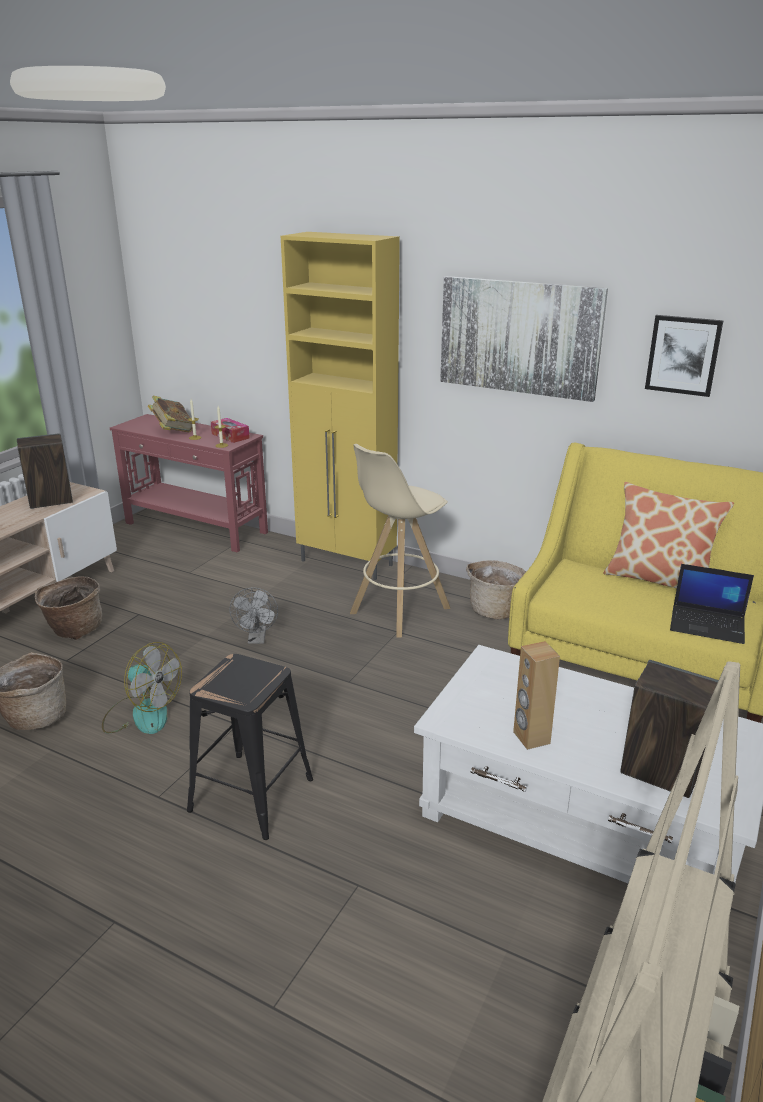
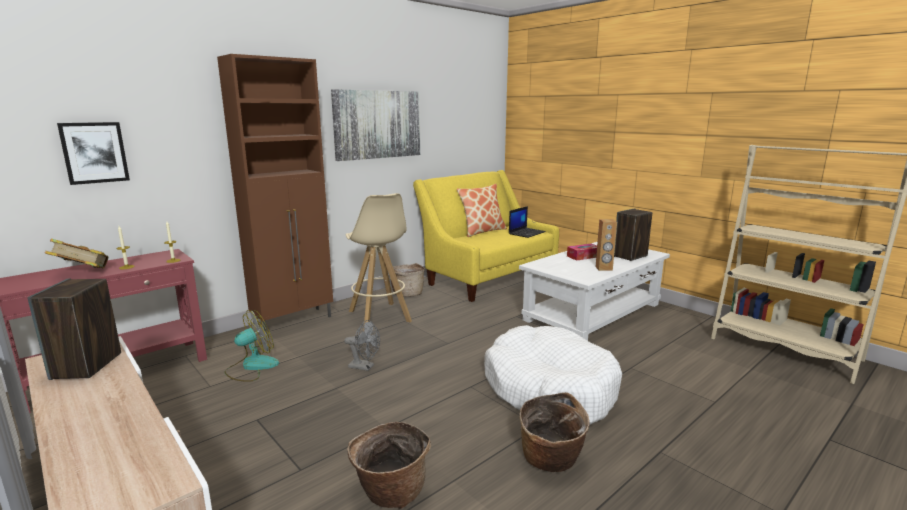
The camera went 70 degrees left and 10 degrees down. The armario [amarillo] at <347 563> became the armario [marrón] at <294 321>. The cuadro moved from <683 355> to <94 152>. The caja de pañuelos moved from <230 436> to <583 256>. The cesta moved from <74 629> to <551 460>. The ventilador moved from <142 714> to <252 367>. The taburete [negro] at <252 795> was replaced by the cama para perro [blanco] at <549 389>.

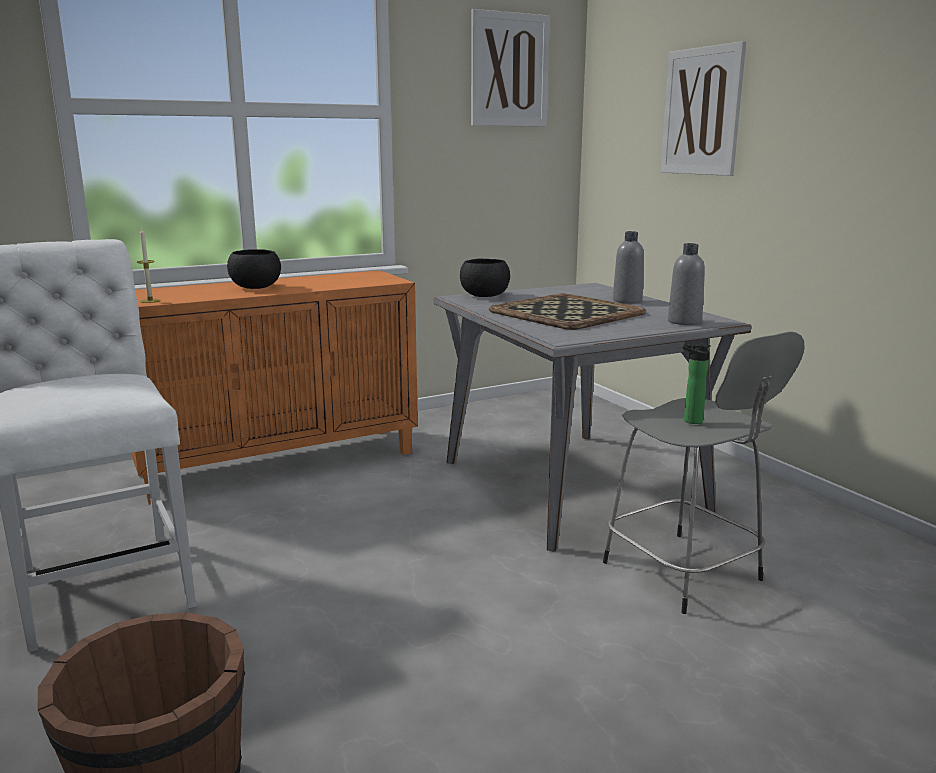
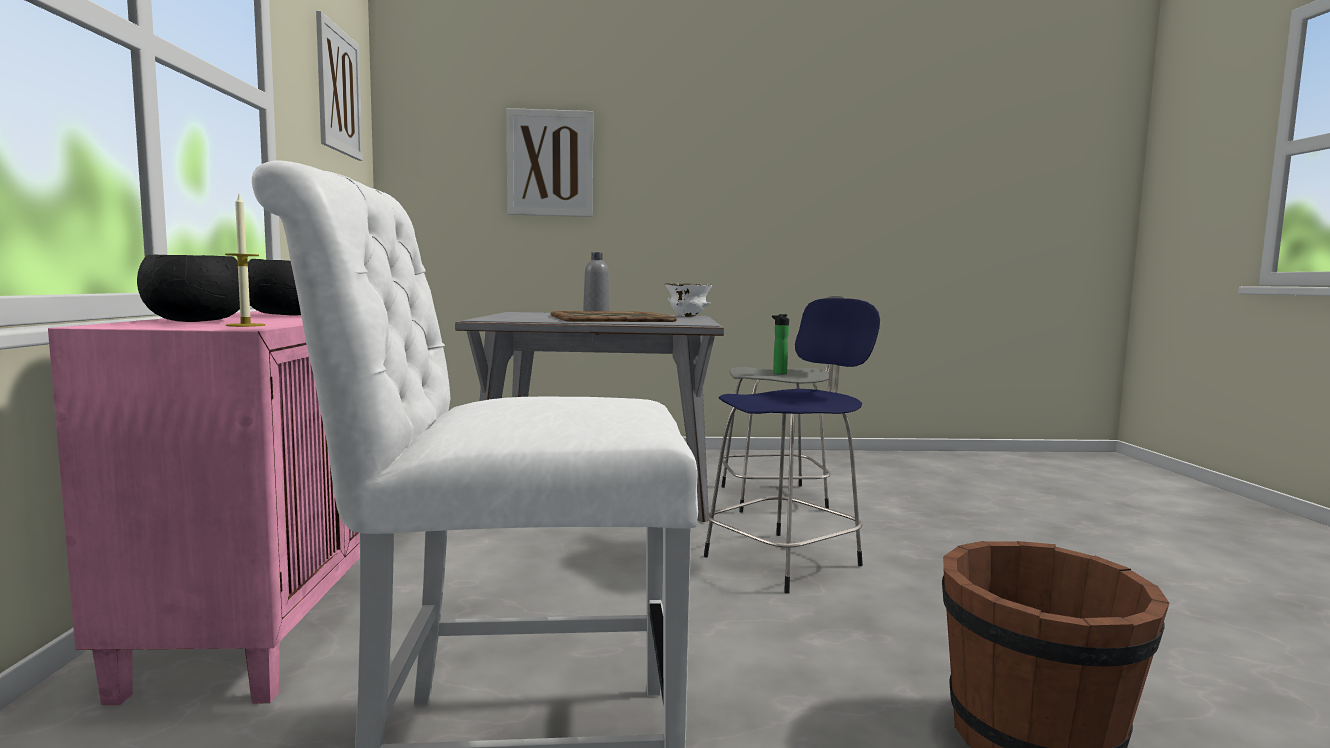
The camera went 65 degrees left and 10 degrees down. The botella [gris] at <684 322> was replaced by the cuenco [blanco] at <687 316>. The cuenco [negro] moved from <485 296> to <197 321>. The armario [naranja] at <280 462> became the armario [rosa] at <301 590>. The taburete [azul] at <786 559> appeared.

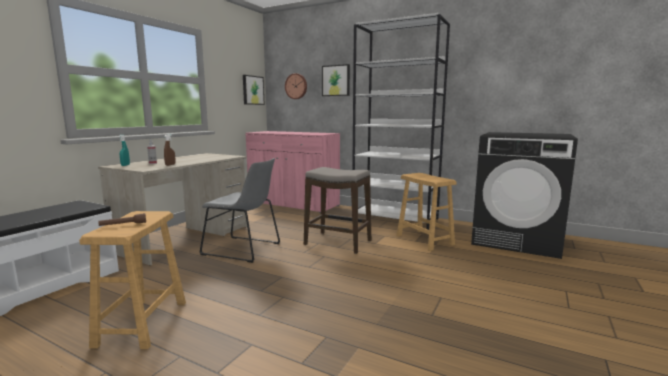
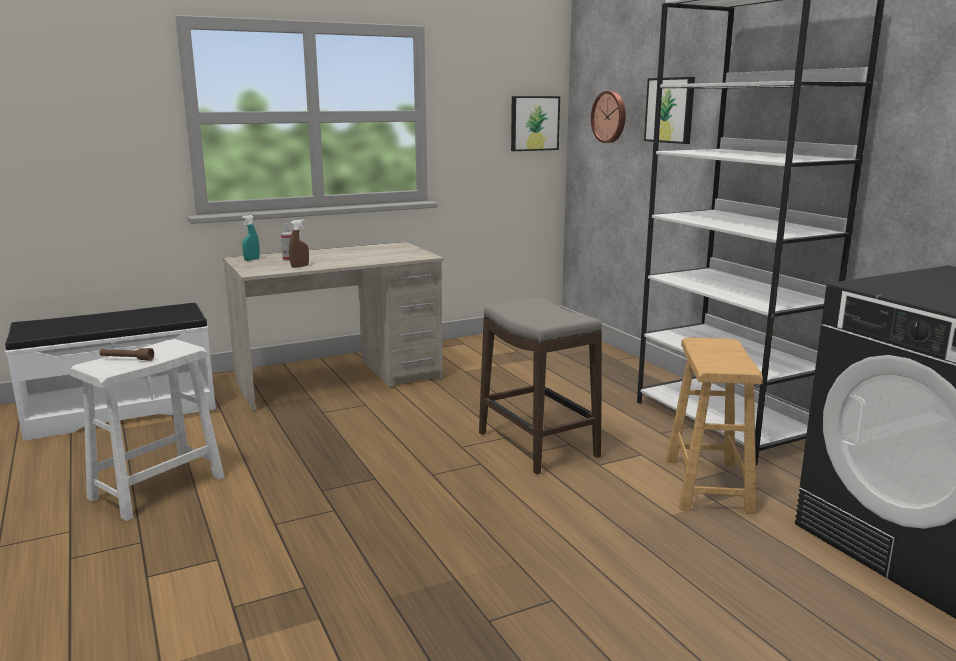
The camera went 35 degrees right and 5 degrees up. The armario [rosa] at <293 204> disappeared. The silla [gris] at <244 249> disappeared. The taburete [marrón] at <142 323> became the taburete [blanco] at <157 488>.

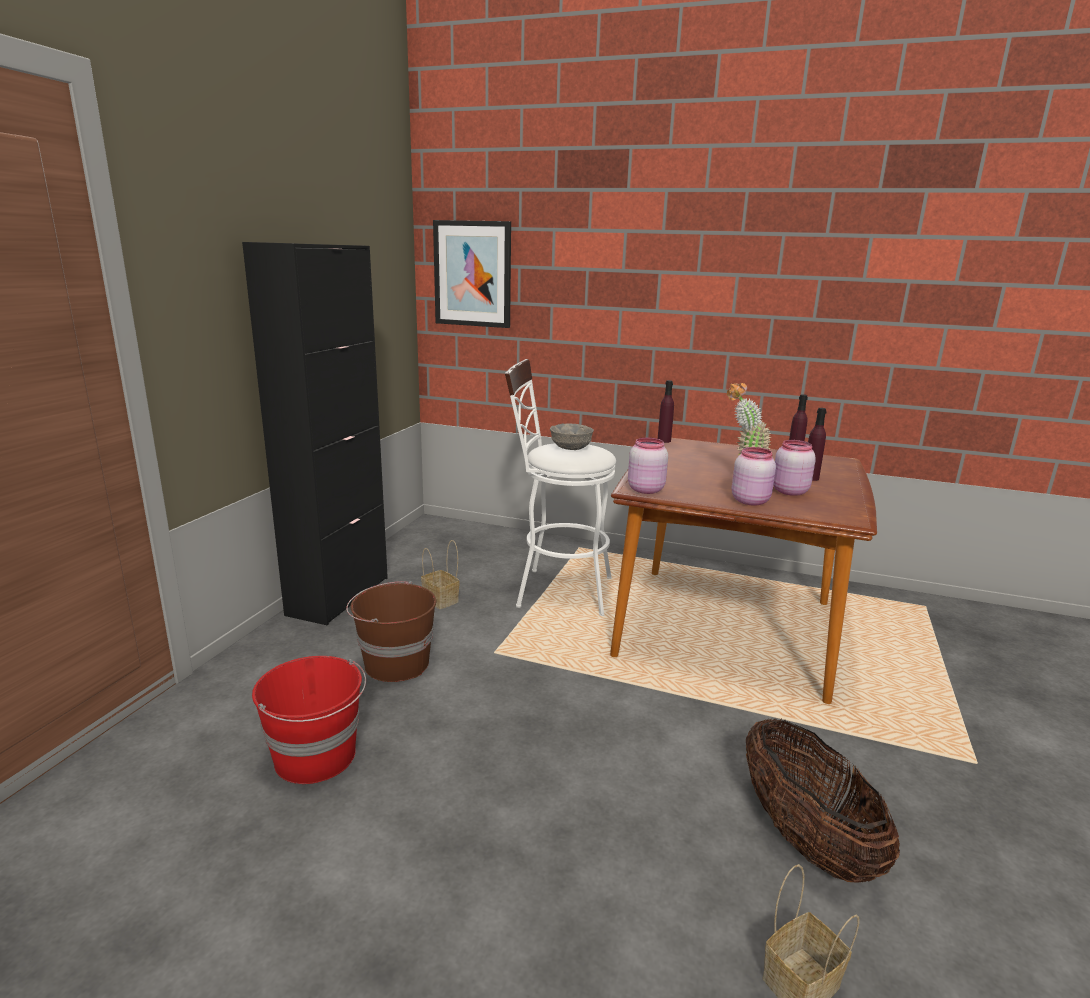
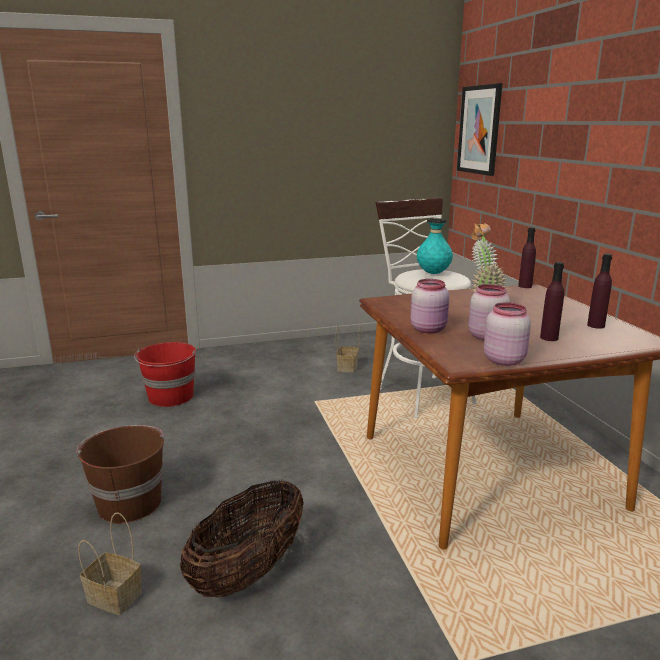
The camera went 55 degrees right and 0 degrees up. The armario [negro] at <339 596> disappeared. The cuenco [gris] at <570 448> was replaced by the florero [turquesa] at <433 273>. The tarro [rosa] moved from <644 489> to <503 360>. The cubo [marrón] moved from <395 663> to <129 502>.

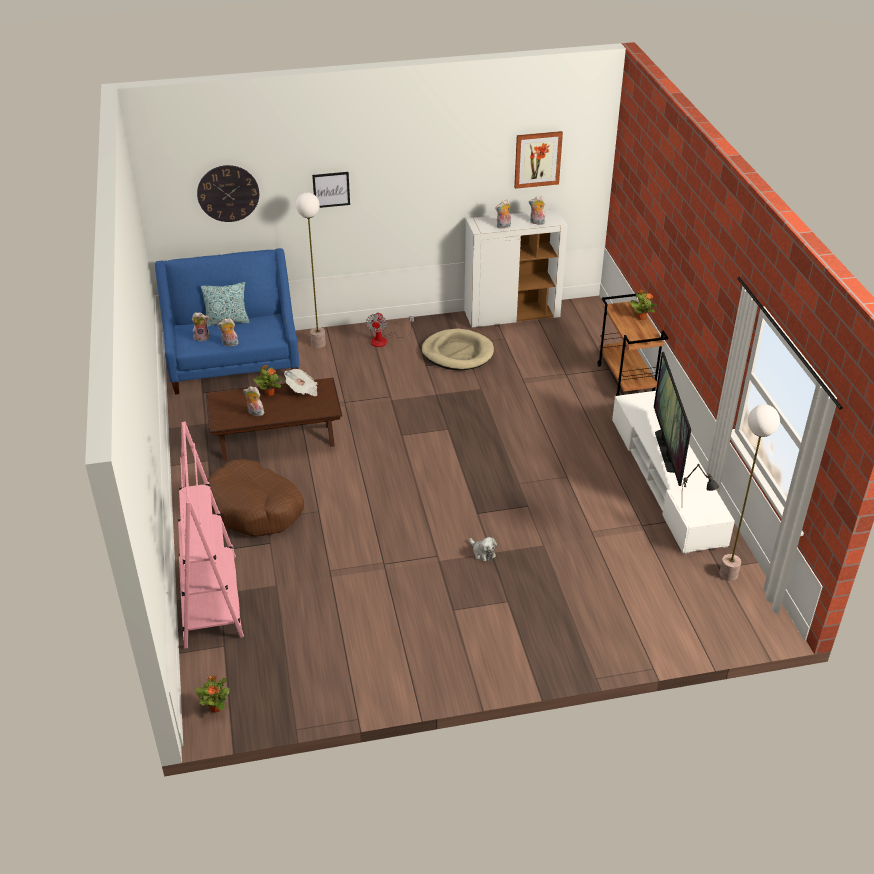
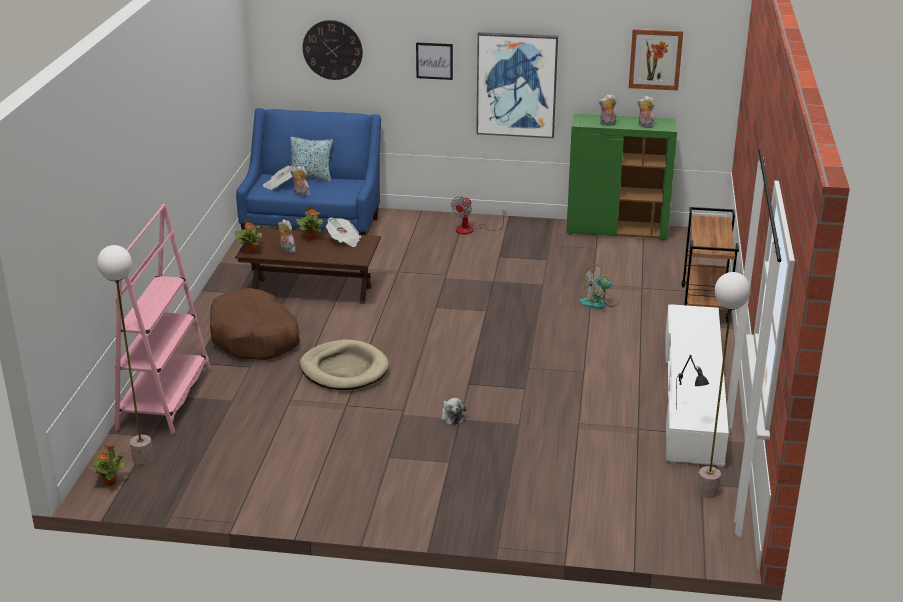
The camera went 20 degrees right and 10 degrees down. The lámpara de pie moved from <318 344> to <142 458>. The armario [blanco] at <512 315> became the armario [verde] at <617 230>. The planta en maceta moved from <641 317> to <250 251>. The peluche at <202 337> was replaced by the periódico at <279 186>. The cama para perro [beis] moved from <457 353> to <344 369>. The televisor at <667 451> disappeared. The cuadro at <516 84> appeared. The ventilador at <599 302> appeared.

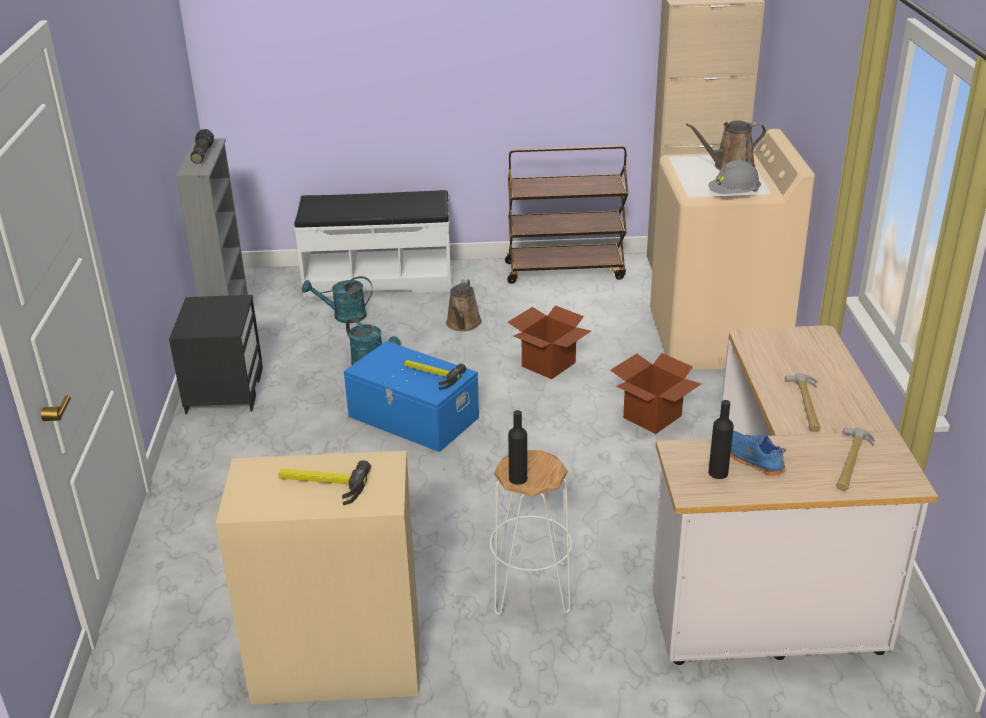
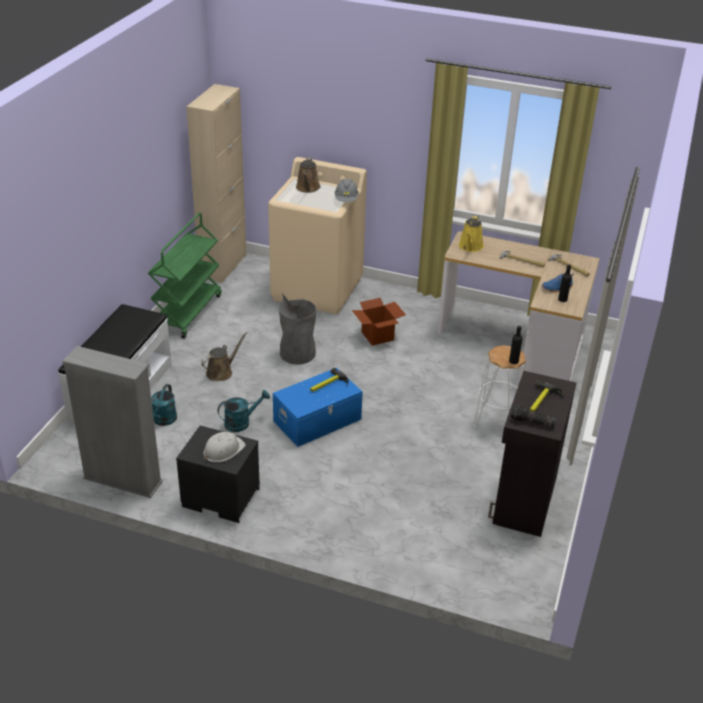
The camera went 70 degrees left and 5 degrees up. The linterna moved from <201 154> to <532 422>. The carrito [marrón] at <565 270> became the carrito [verde] at <187 312>. The regadera [marrón] at <463 324> turned 75 degrees counterclockwise. The caja de cartón at <548 364> was replaced by the papelera [gris] at <297 353>. The armario [beis] at <336 663> became the armario [negro] at <523 499>. The regadera [amarillo] at <470 247> appeared. The casco [blanco] at <223 450> appeared.

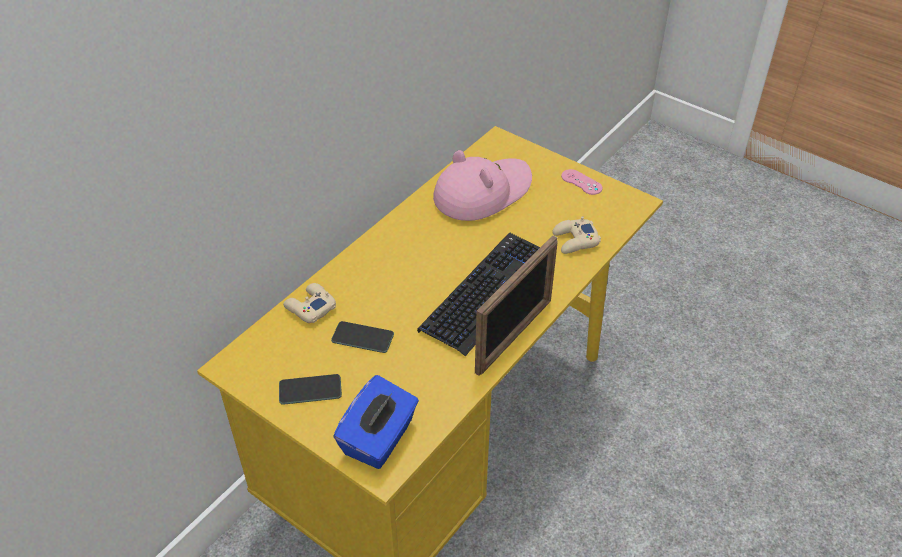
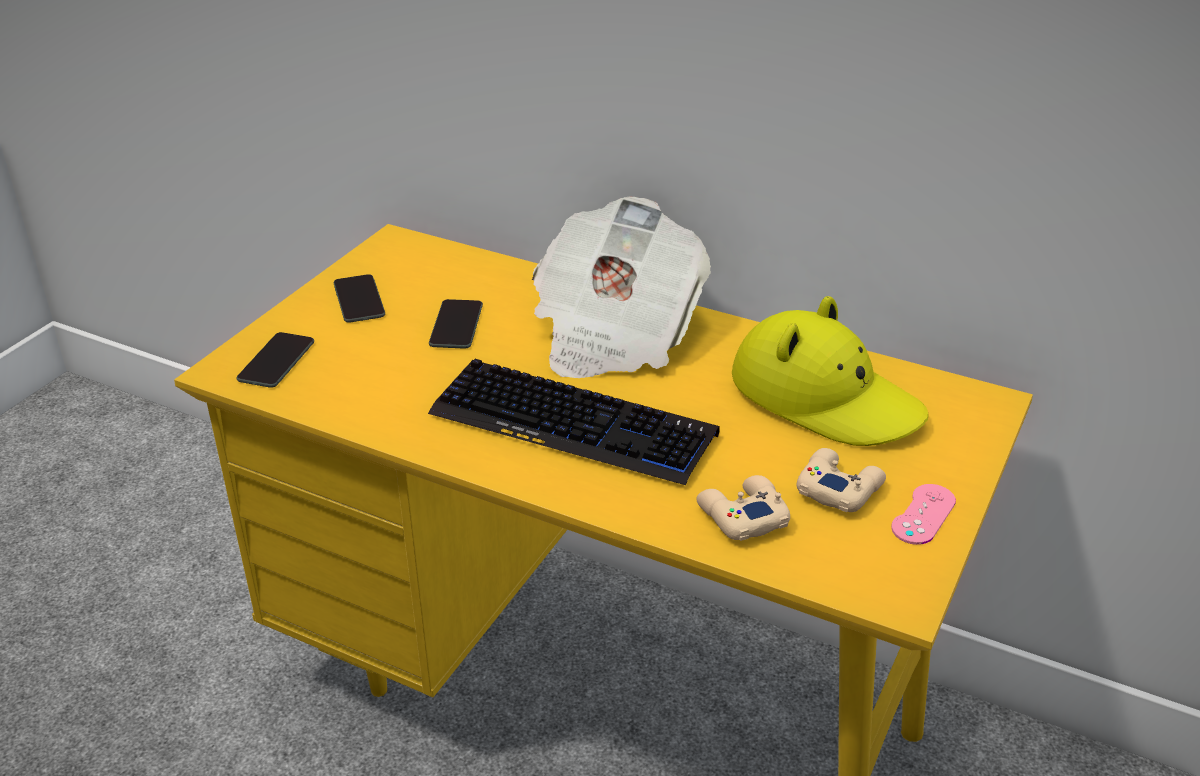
The camera went 80 degrees right and 10 degrees down. The sombrero [rosa] at <482 192> became the sombrero [amarillo] at <825 397>. The portarretratos at <514 336> disappeared. The mando de consola [beis] moved from <310 307> to <838 488>. The caja de pañuelos [azul] at <379 439> was replaced by the móvil at <276 361>. The periódico at <614 332> appeared.

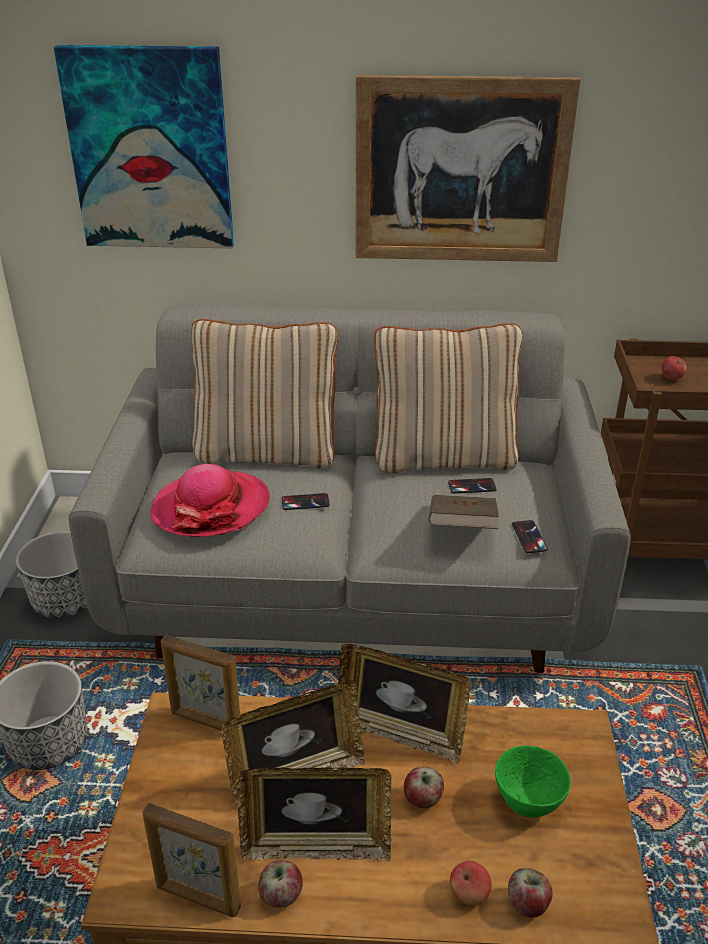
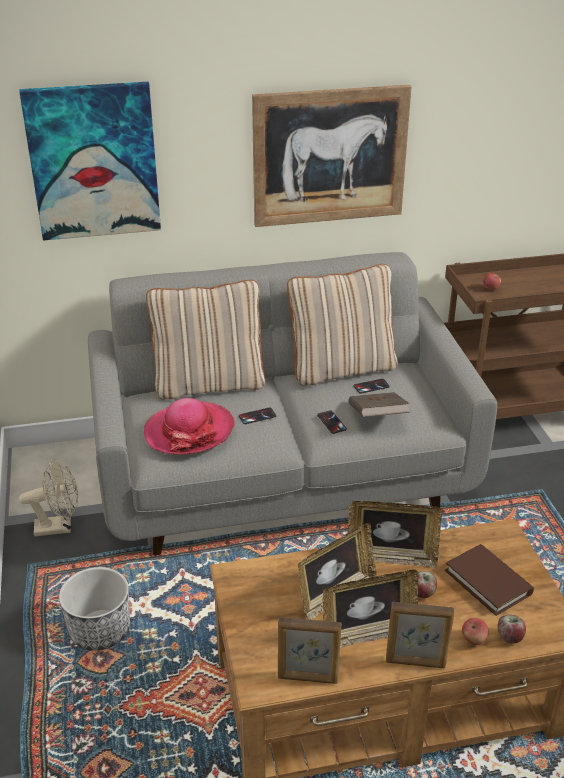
The camera went 15 degrees left and 0 degrees up. The móvil moved from <529 537> to <331 422>. The maceta at <65 600> was replaced by the ventilador [beis] at <59 527>. The portarretratos moved from <205 721> to <415 663>. The cuenco [verde] at <527 803> was replaced by the libro [marrón] at <488 582>. The manzana at <281 895> disappeared.

